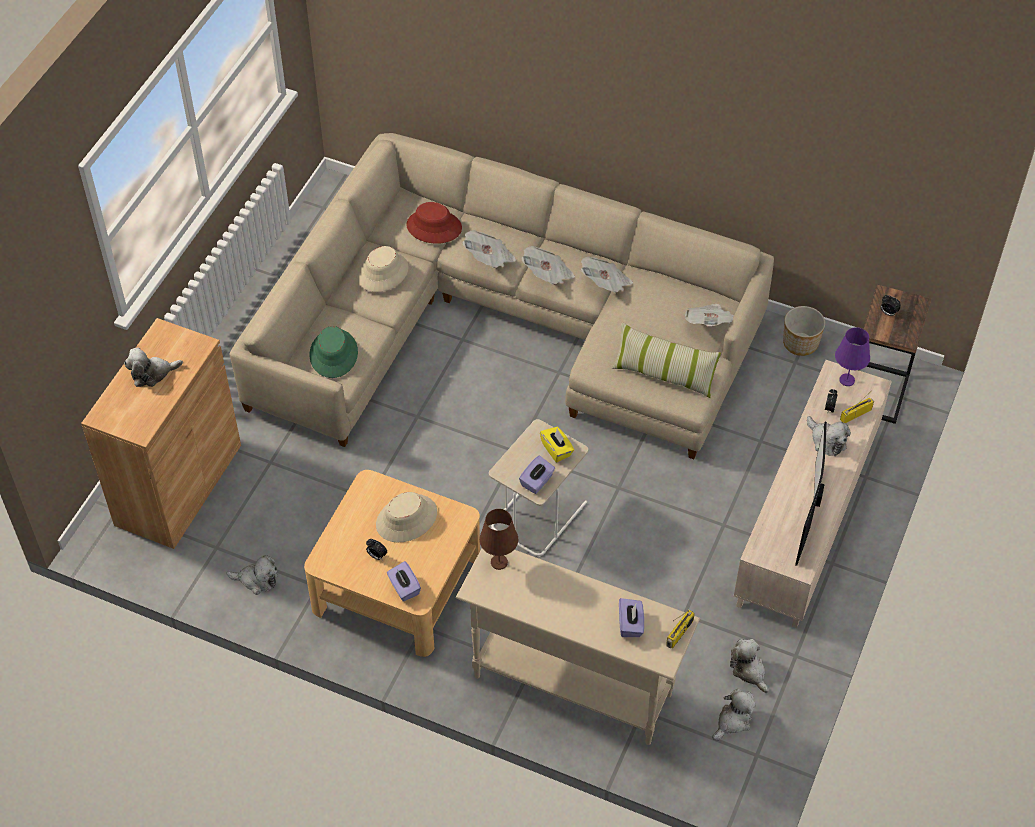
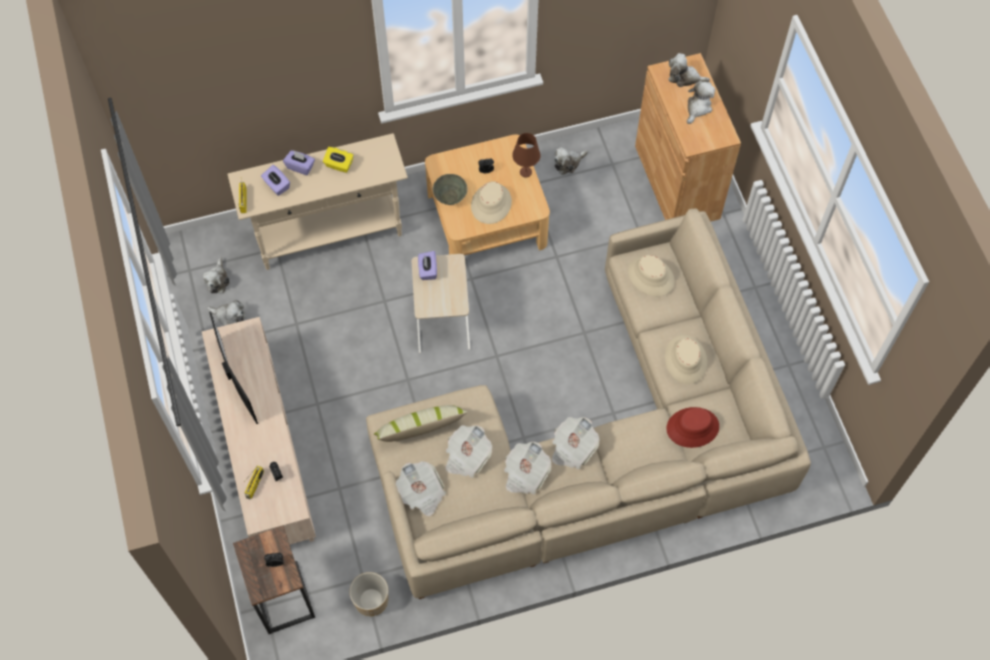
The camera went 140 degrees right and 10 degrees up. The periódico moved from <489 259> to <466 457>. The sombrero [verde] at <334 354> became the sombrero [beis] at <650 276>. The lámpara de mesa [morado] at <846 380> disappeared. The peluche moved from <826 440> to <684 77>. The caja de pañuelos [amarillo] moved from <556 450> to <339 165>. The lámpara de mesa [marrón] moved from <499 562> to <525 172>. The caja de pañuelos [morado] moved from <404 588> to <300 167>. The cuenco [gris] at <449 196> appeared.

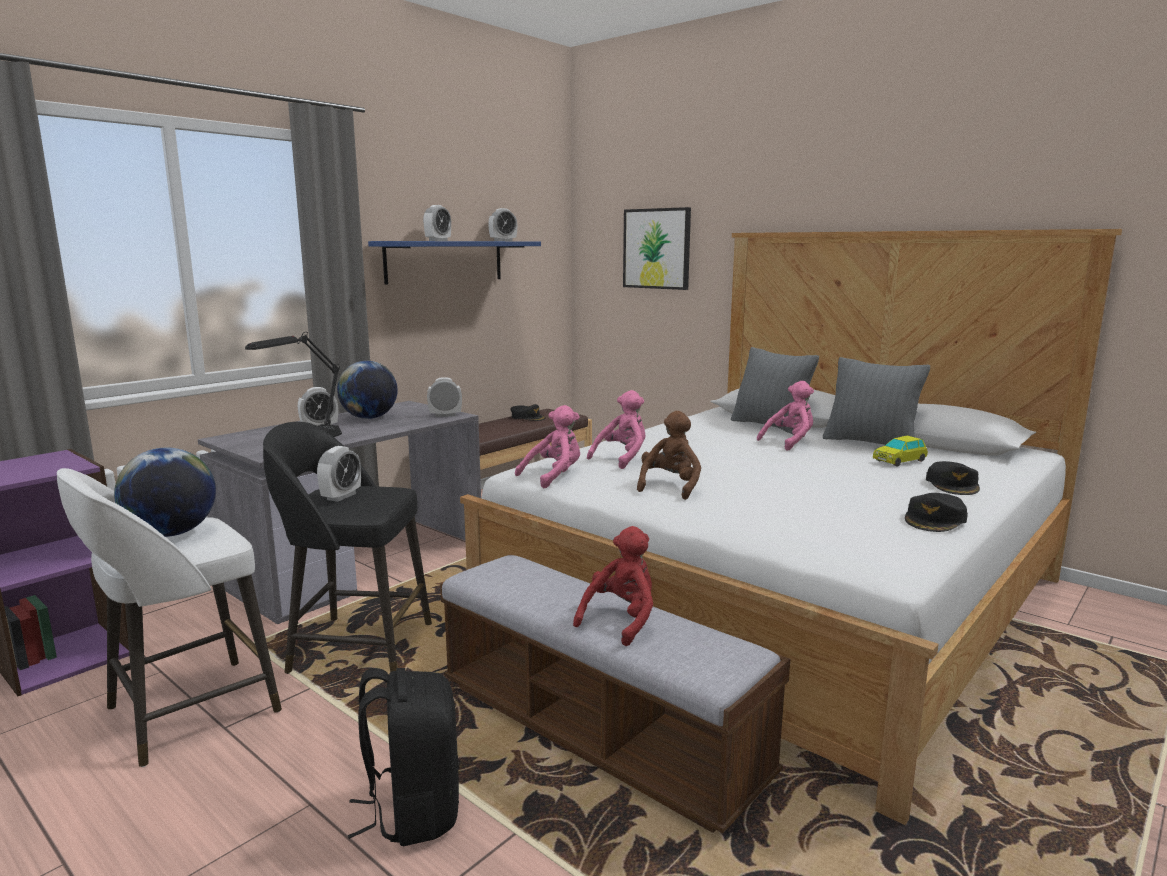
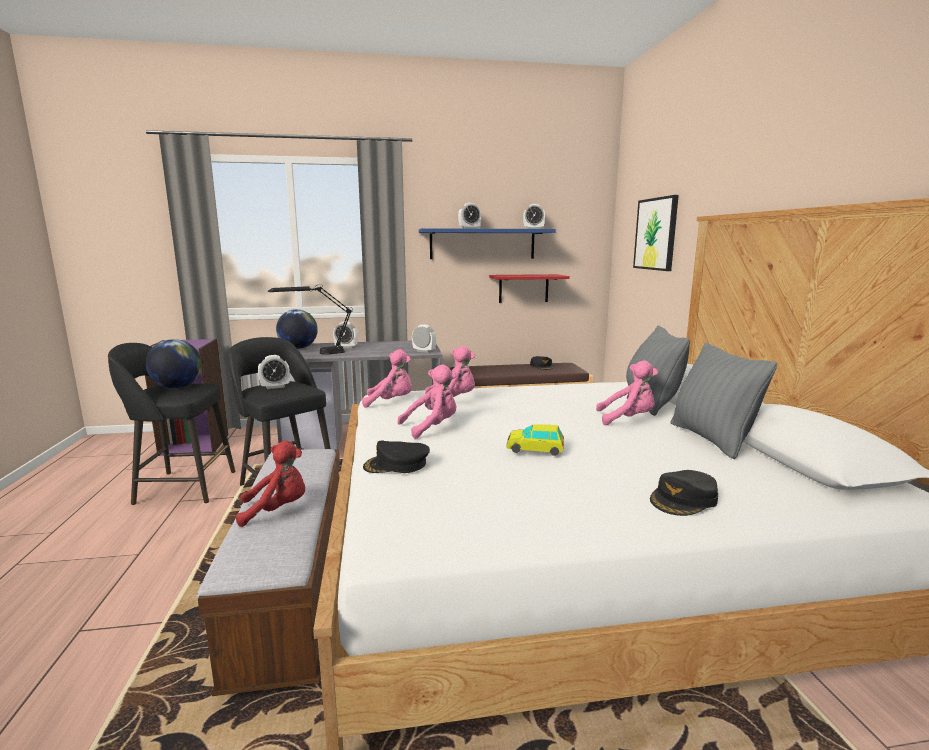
The camera went 40 degrees right and 0 degrees up. The globo terráqueo moved from <369 418> to <298 348>. The peluche [marrón] at <670 487> became the peluche [rosa] at <432 427>. The coche de juguete moved from <899 461> to <535 449>. The taburete [blanco] at <187 711> became the taburete [negro] at <183 487>. The gorra [negro] moved from <935 520> to <396 465>. The mochila [negro] at <413 811> disappeared. The estante [rojo] at <523 288> appeared.

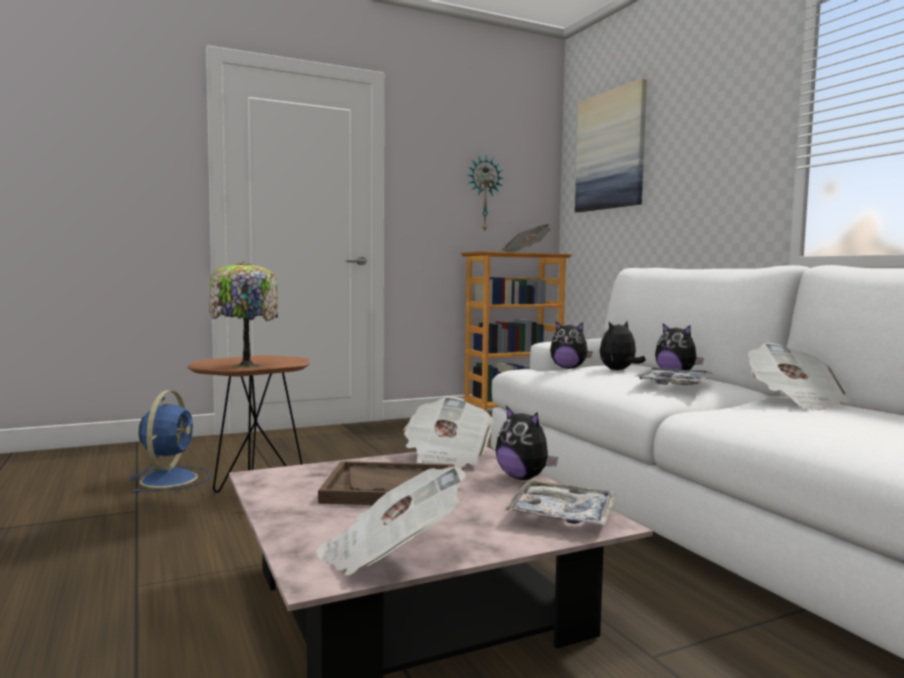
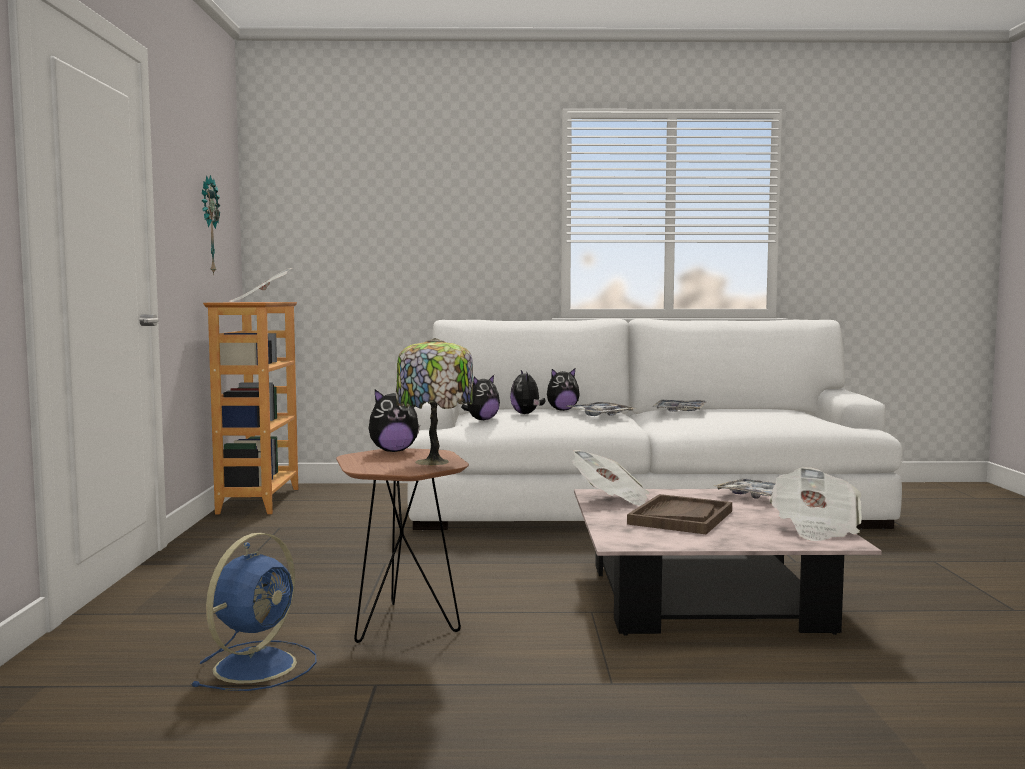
The camera went 65 degrees left and 0 degrees up. The cuadro at <611 150> disappeared. The periódico at <795 401> was replaced by the bandeja at <680 411>. The ventilador [azul] at <170 478> turned 90 degrees clockwise. The peluche moved from <523 478> to <393 451>.

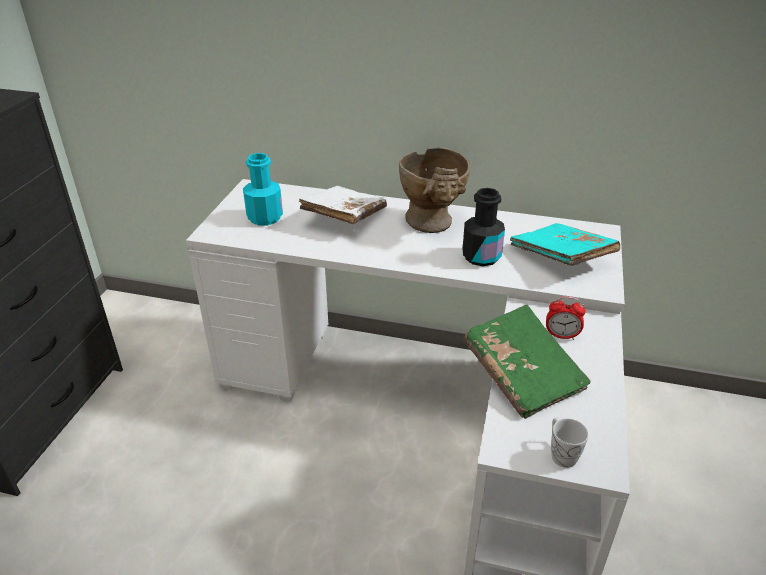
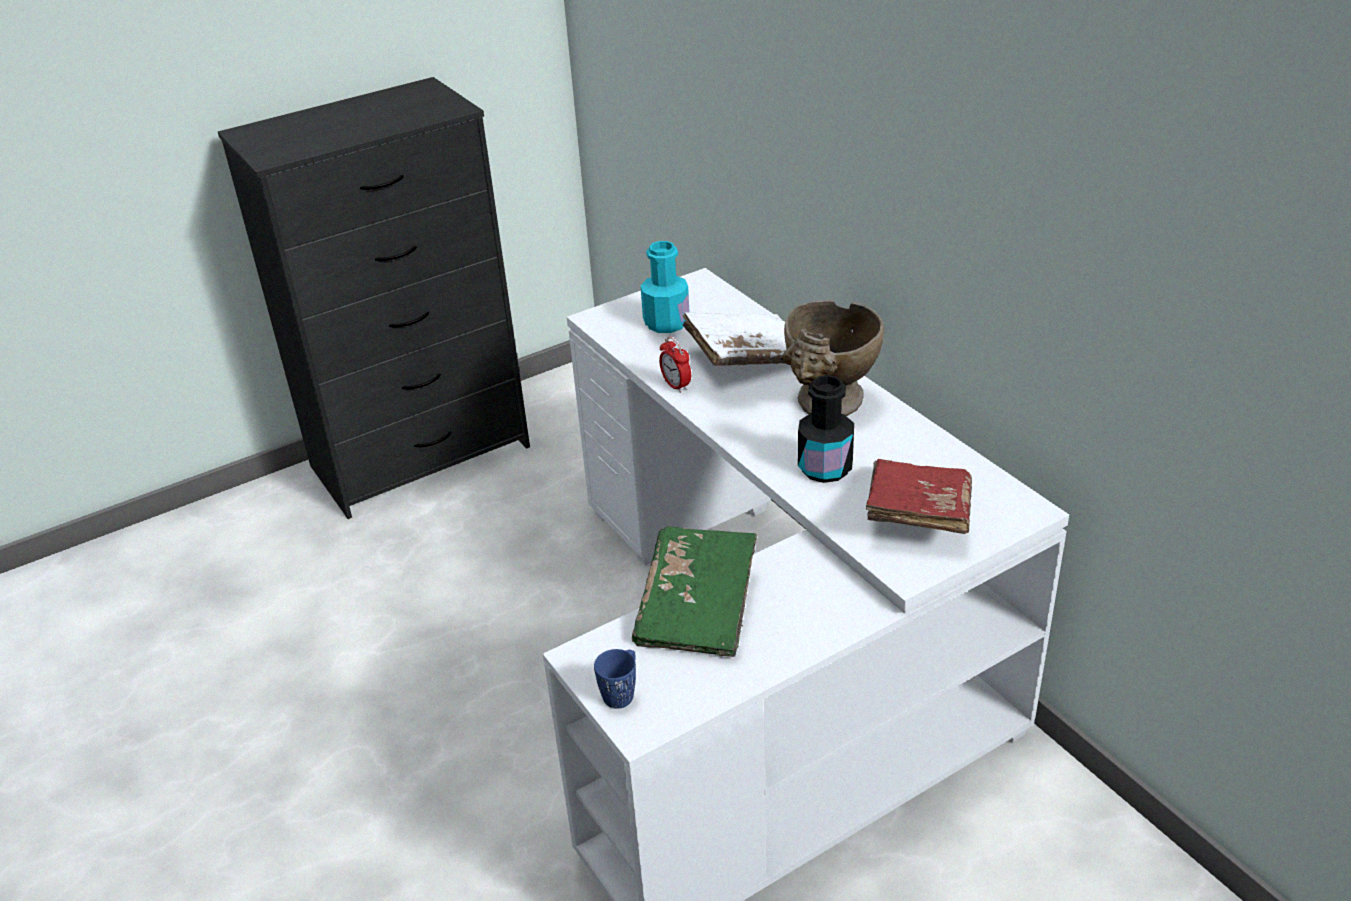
The camera went 45 degrees right and 0 degrees up. The libro [turquesa] at <561 258> became the libro [rojo] at <917 514>. The despertador moved from <561 336> to <676 385>. The taza grande [blanco] at <561 453> became the taza grande [azul] at <621 693>.

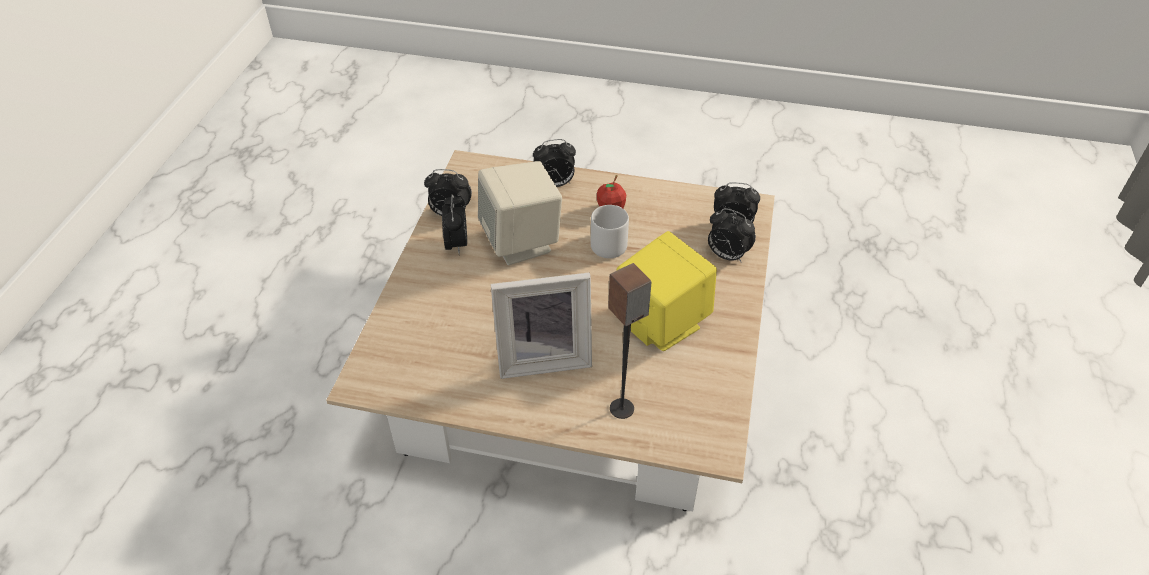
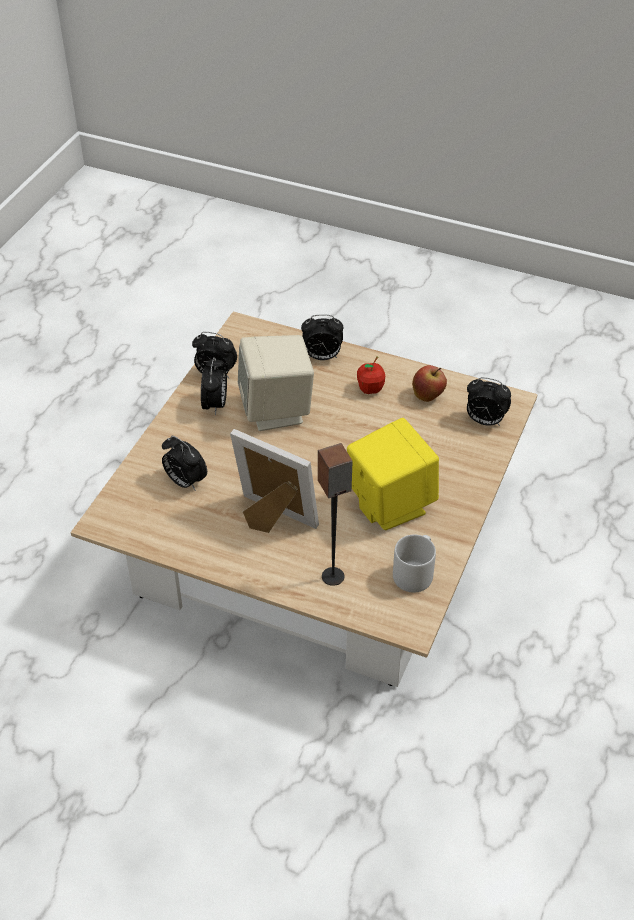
The camera went 10 degrees right and 0 degrees up. The taza grande [gris] moved from <610 243> to <415 573>. The despertador moved from <726 255> to <185 482>. The portarretratos at <543 357> turned 150 degrees counterclockwise. The manzana at <428 396> appeared.

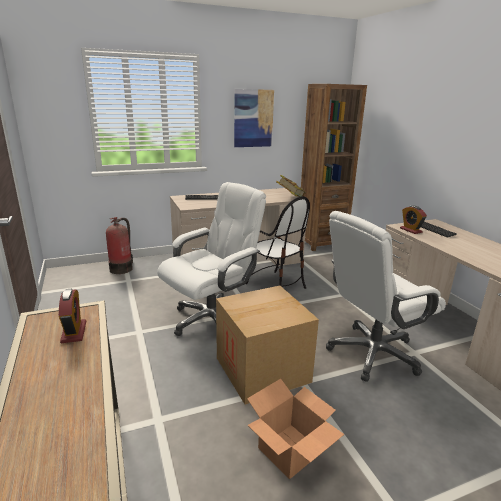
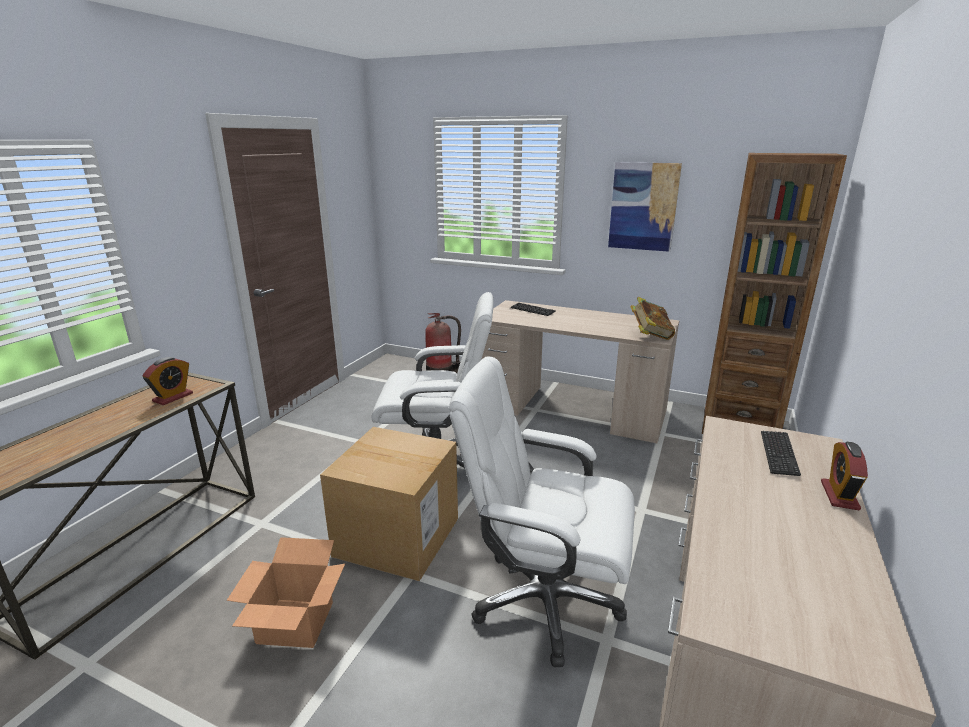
The camera went 45 degrees right and 0 degrees up. The silla at <275 285> disappeared. The despertador moved from <410 230> to <839 495>.

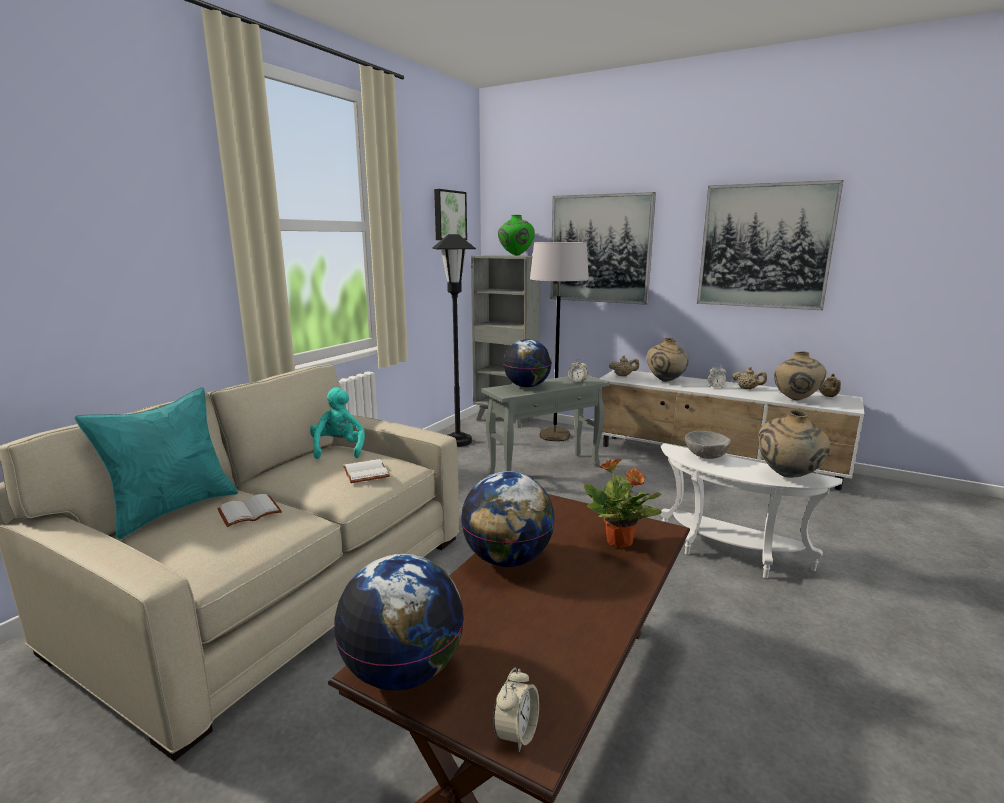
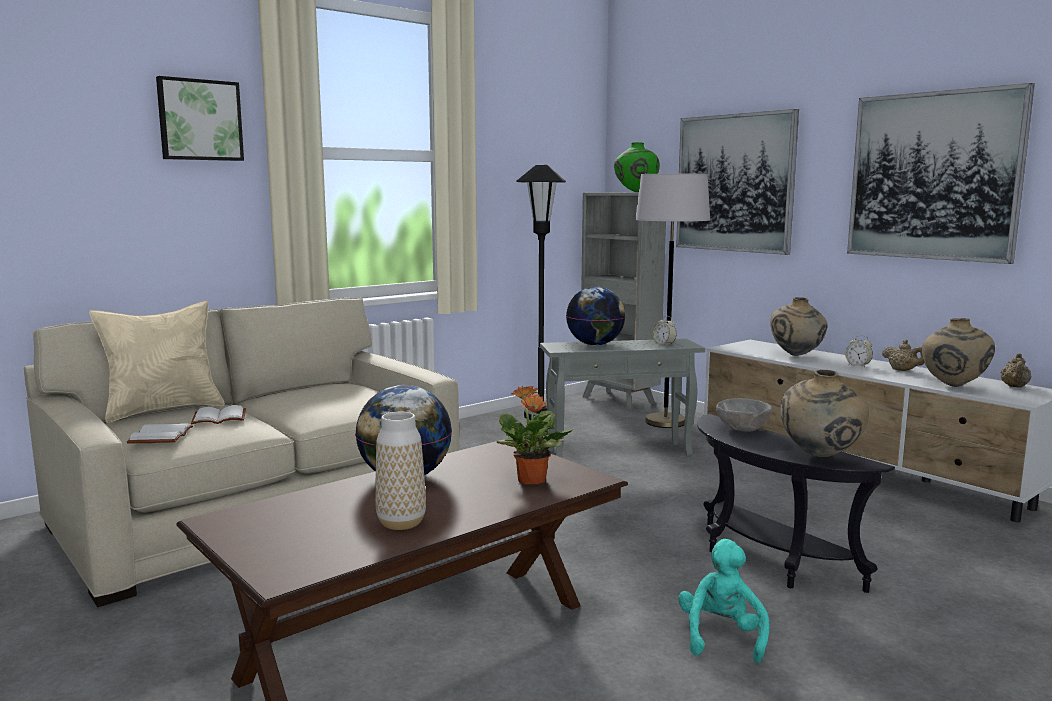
The camera went 20 degrees right and 5 degrees down. The cuadro moved from <449 215> to <199 120>. The tetera [beis] at <623 375> disappeared. The cojín [turquesa] at <173 509> became the cojín [beis] at <163 410>. The peluche [turquesa] moved from <338 449> to <721 636>. The mesa auxiliar [blanco] at <729 555> became the mesa auxiliar [negro] at <766 561>. The libro [blanco] moved from <364 473> to <159 436>. The globo terráqueo at <404 671> disappeared. The despertador at <516 734> disappeared. The florero at <401 523> appeared.

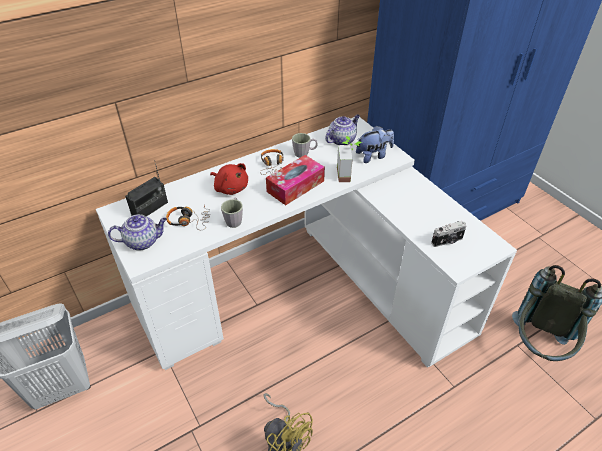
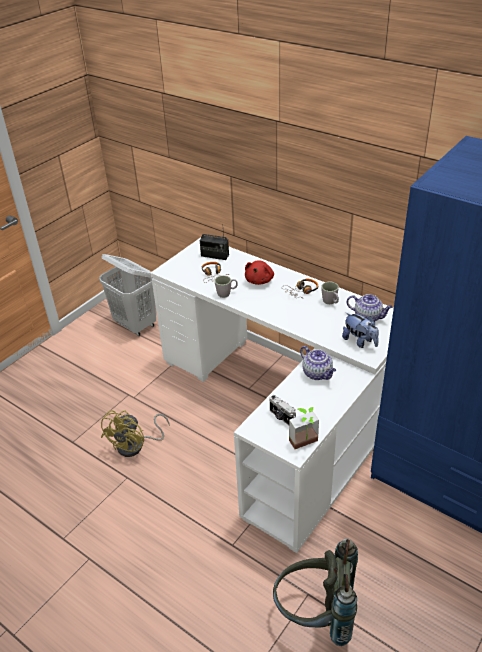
The camera went 70 degrees right and 5 degrees down. The planta en maceta moved from <348 174> to <306 444>. The caja de pañuelos at <295 186> disappeared. The tetera moved from <143 241> to <318 373>.

